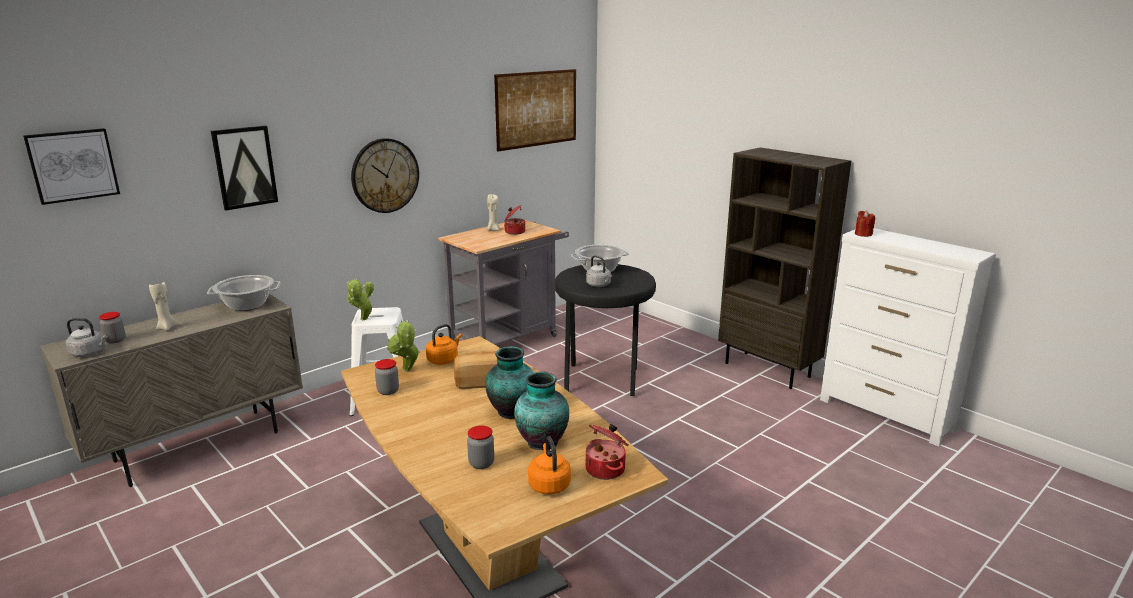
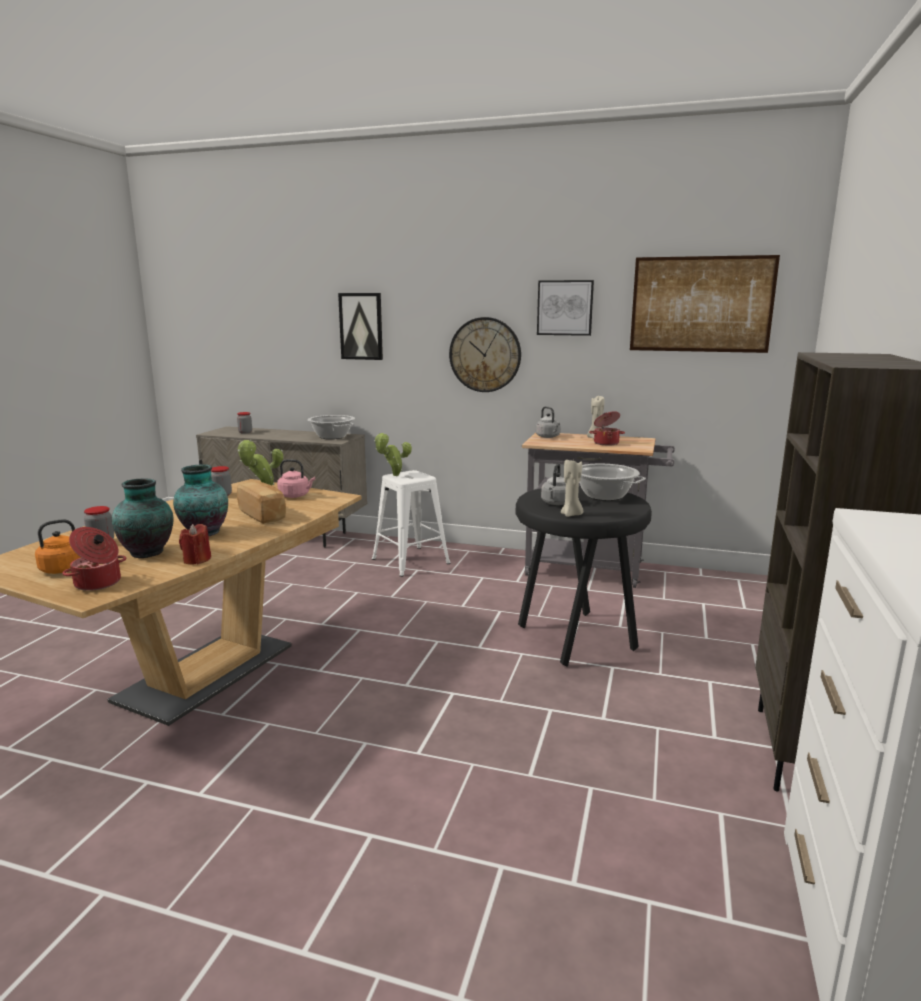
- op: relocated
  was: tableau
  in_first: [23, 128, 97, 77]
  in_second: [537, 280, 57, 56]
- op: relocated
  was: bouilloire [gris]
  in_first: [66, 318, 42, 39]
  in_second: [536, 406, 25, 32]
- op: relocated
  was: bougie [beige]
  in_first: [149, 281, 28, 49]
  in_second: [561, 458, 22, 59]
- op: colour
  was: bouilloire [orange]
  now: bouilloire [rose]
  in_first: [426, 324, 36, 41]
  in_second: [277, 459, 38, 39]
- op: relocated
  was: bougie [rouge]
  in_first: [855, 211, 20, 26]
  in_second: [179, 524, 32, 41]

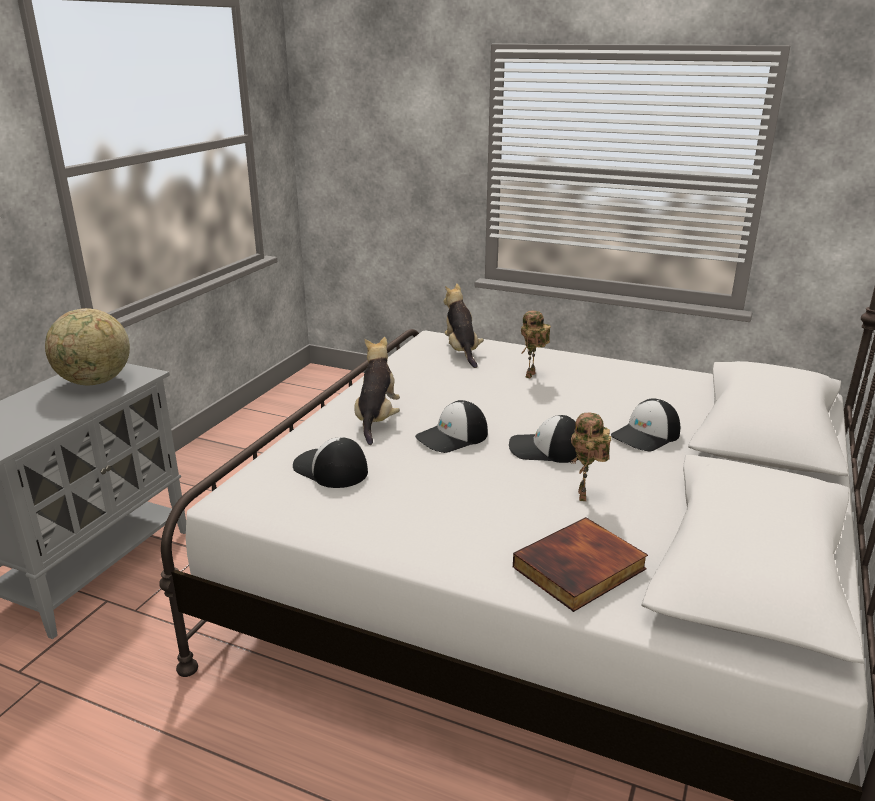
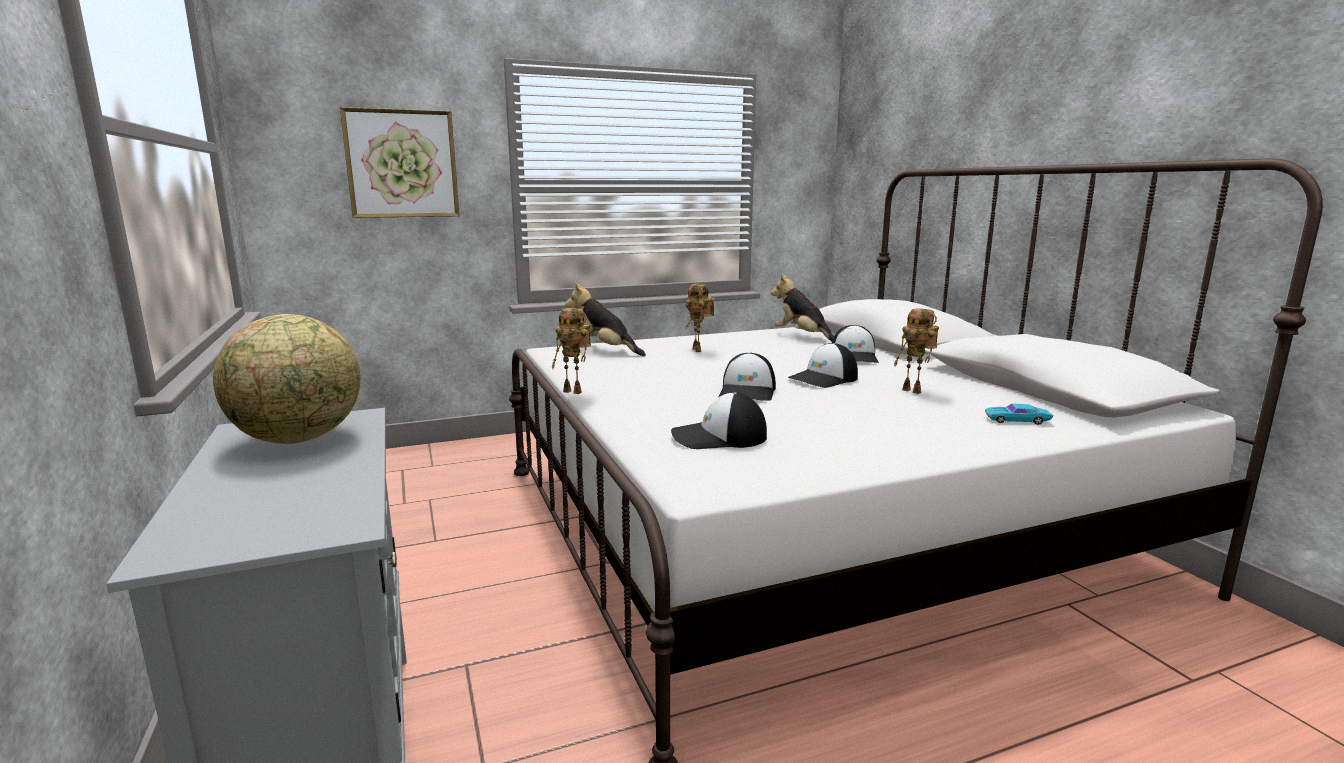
- op: relocated
  was: peluche
  in_first: [354, 337, 46, 108]
  in_second: [771, 274, 63, 67]
- op: exchanged
  was: livre
  now: petite voiture [turquoise]
  in_first: [513, 517, 135, 95]
  in_second: [985, 403, 68, 22]
- op: appeared
  now: tableau
  in_second: [340, 107, 119, 111]
- op: appeared
  now: robot jouet
  in_second: [552, 308, 39, 86]

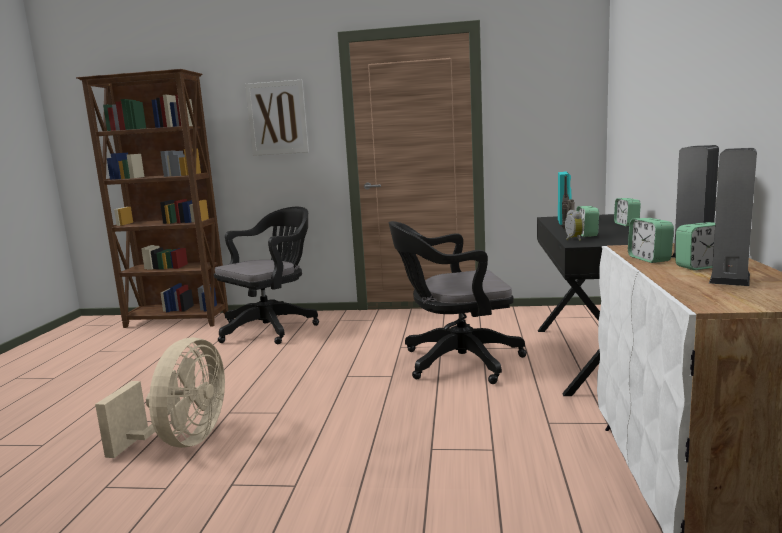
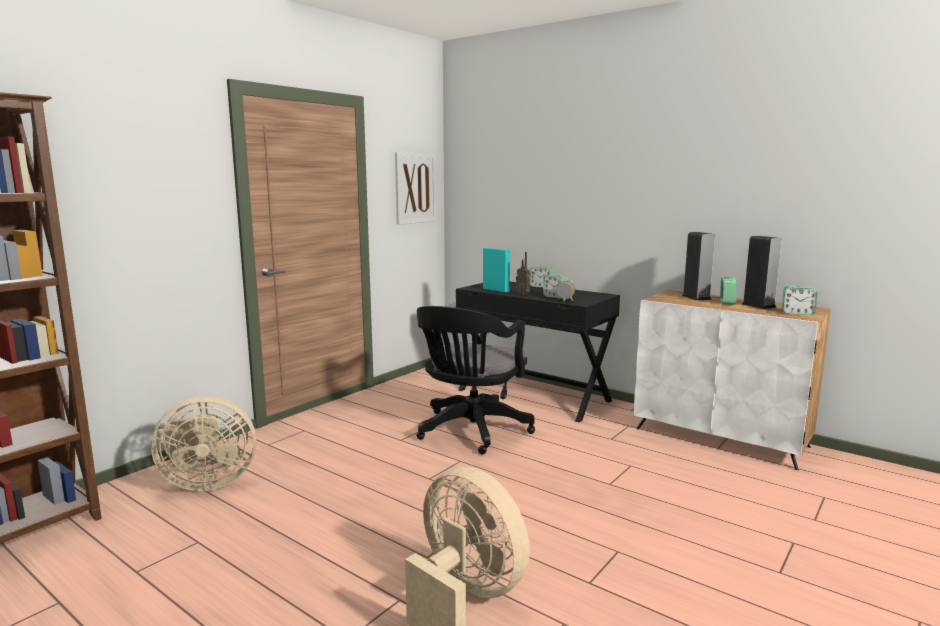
- op: exchanged
  was: chaise de bureau [noir]
  now: ventilateur [beige]
  in_first: [214, 207, 105, 137]
  in_second: [151, 396, 105, 95]
- op: relocated
  was: tableau
  in_first: [245, 80, 64, 76]
  in_second: [395, 152, 41, 73]
- op: relocated
  was: réveil
  in_first: [628, 218, 46, 45]
  in_second: [782, 286, 36, 29]

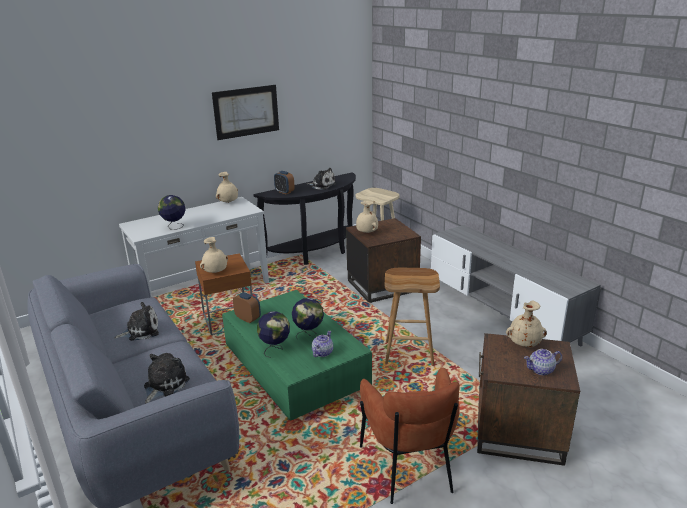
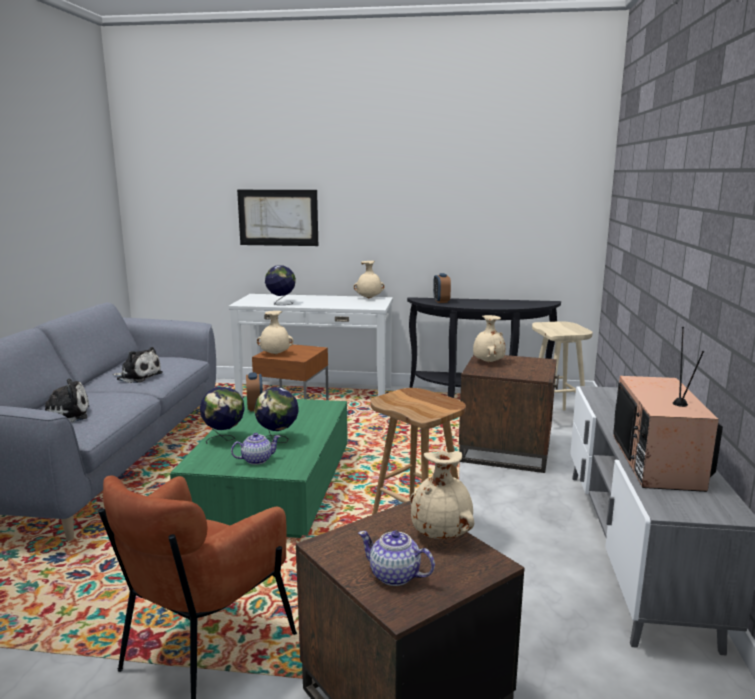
- op: relocated
  was: tableau
  in_first: [212, 85, 67, 55]
  in_second: [237, 190, 81, 56]
- op: missing
  was: peluche
  in_first: [307, 168, 29, 22]
- op: appeared
  now: téléviseur
  in_second: [613, 327, 110, 165]

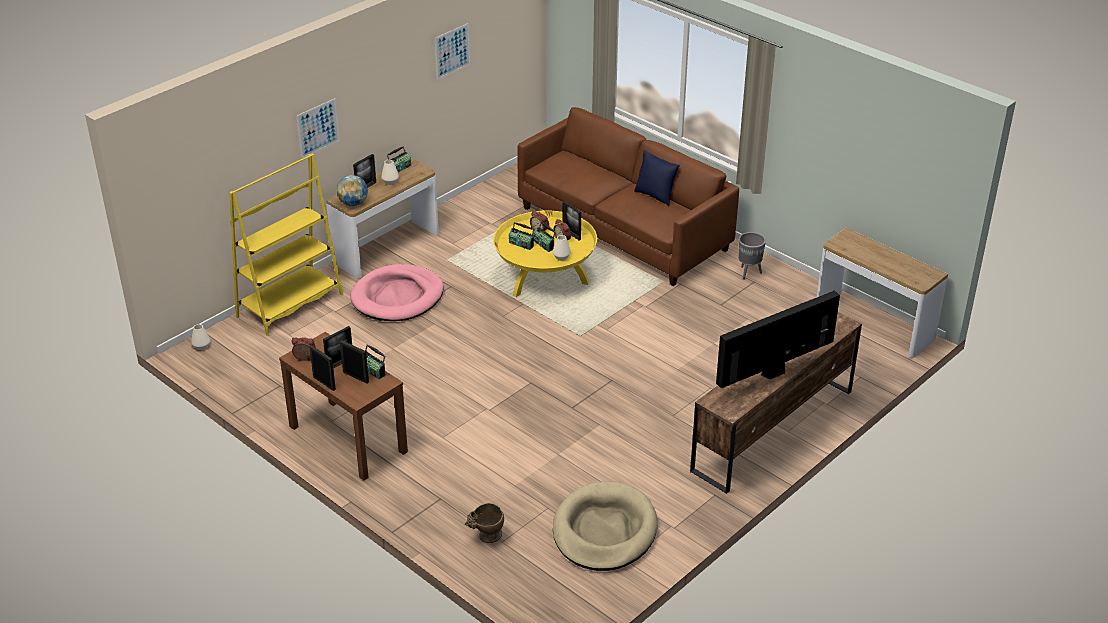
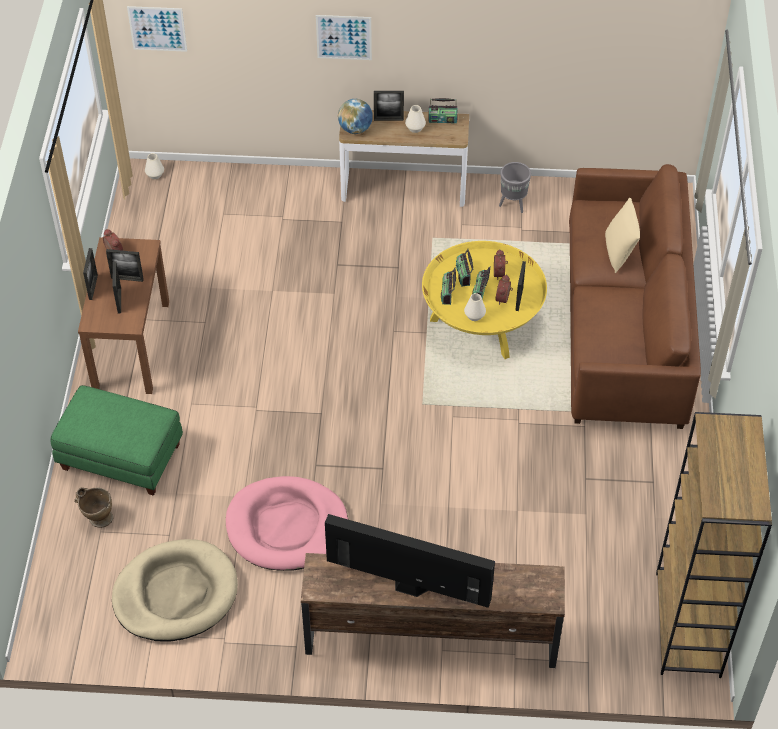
- op: missing
  was: bibliothèque [jaune]
  in_first: [229, 154, 114, 182]
- op: relocated
  was: panier pour chien [rose]
  in_first: [350, 264, 94, 57]
  in_second: [226, 476, 122, 95]
- op: relocated
  was: radio
  in_first: [365, 344, 21, 35]
  in_second: [441, 268, 15, 37]
- op: relocated
  was: tableau
  in_first: [435, 23, 35, 57]
  in_second: [127, 6, 60, 46]
- op: missing
  was: coussin [bleu]
  in_first: [634, 150, 46, 56]
- op: relocated
  was: cache-pot [gris]
  in_first: [738, 232, 28, 48]
  in_second: [499, 162, 32, 51]
- op: exchanged
  was: table console
  now: bibliothèque [marron]
  in_first: [817, 228, 131, 130]
  in_second: [656, 412, 116, 266]
- op: appeared
  now: pouf [vert]
  in_second: [50, 385, 133, 111]
- op: appeared
  now: coussin [beige]
  in_second: [605, 198, 35, 75]

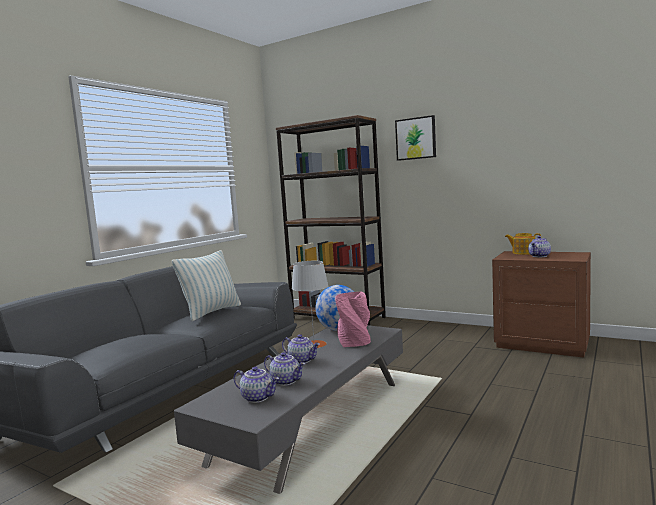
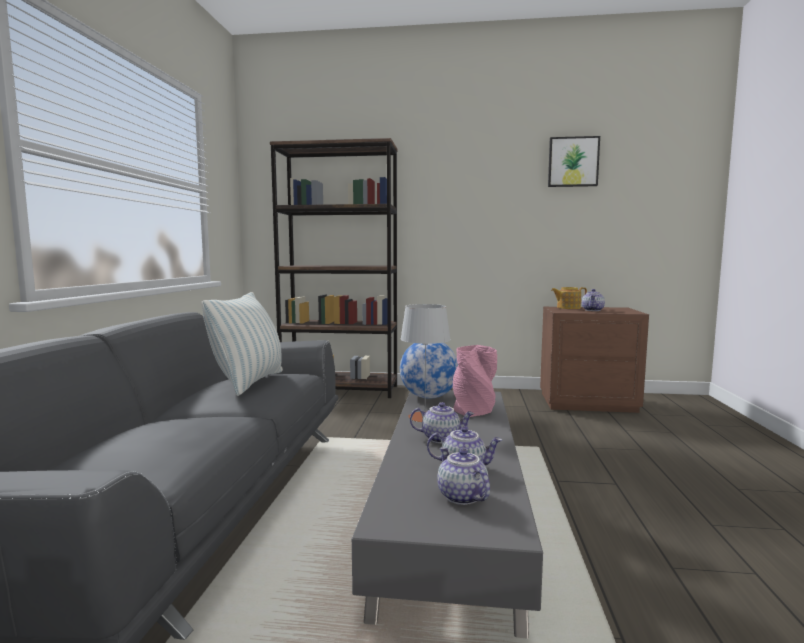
- op: spun
  was: théière
  in_first: [233, 367, 46, 36]
  in_second: [437, 447, 53, 58]
  clockwise: -120
- op: relocated
  was: tableau
  in_first: [395, 115, 41, 46]
  in_second: [548, 136, 52, 51]

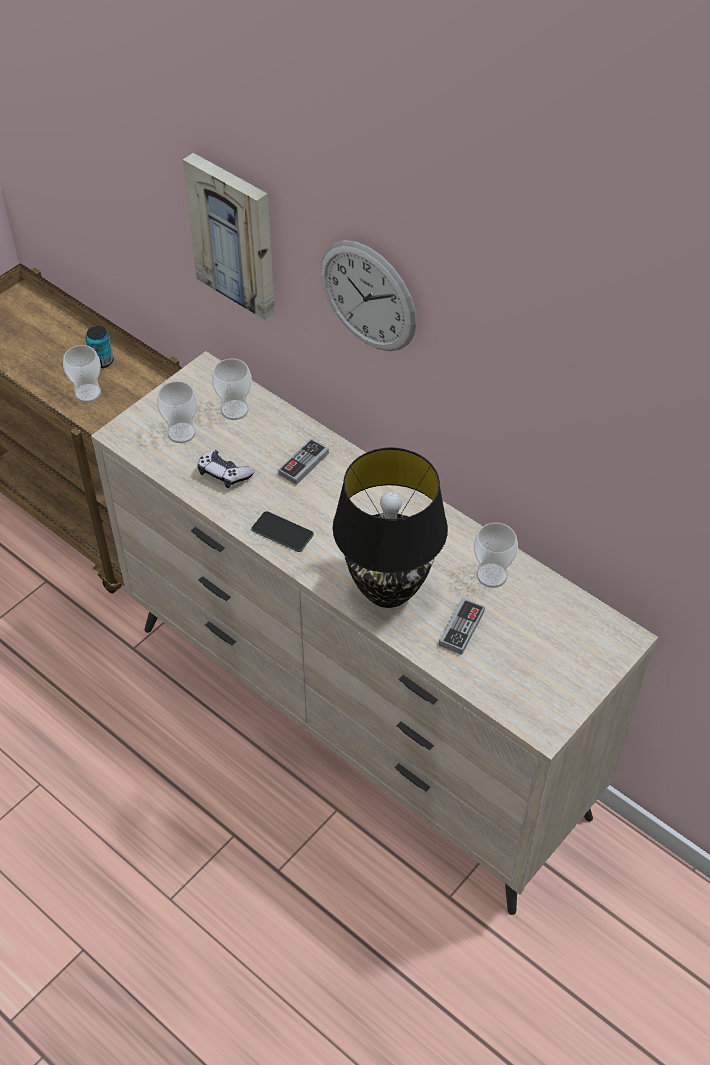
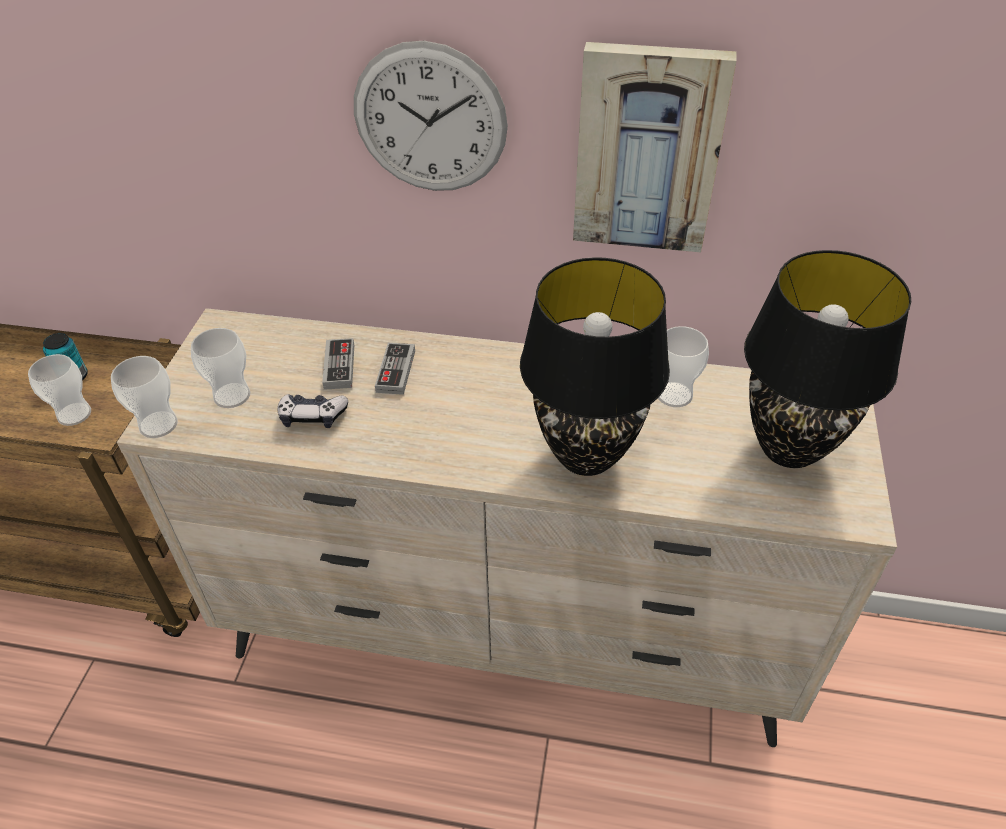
- op: relocated
  was: tableau
  in_first: [183, 153, 92, 167]
  in_second: [573, 42, 164, 211]
- op: relocated
  was: tasse
  in_first: [212, 359, 40, 61]
  in_second: [111, 356, 67, 82]
- op: missing
  was: téléphone
  in_first: [251, 511, 63, 41]
- op: relocated
  was: manette
  in_first: [439, 598, 46, 57]
  in_second: [322, 338, 32, 52]
- op: appeared
  now: lampe de table [noir]
  in_second: [744, 250, 167, 218]

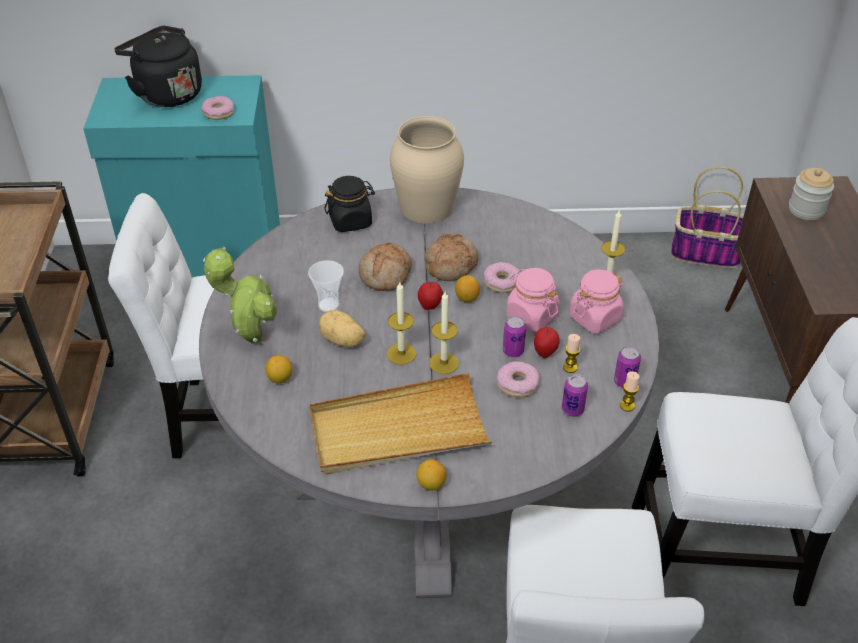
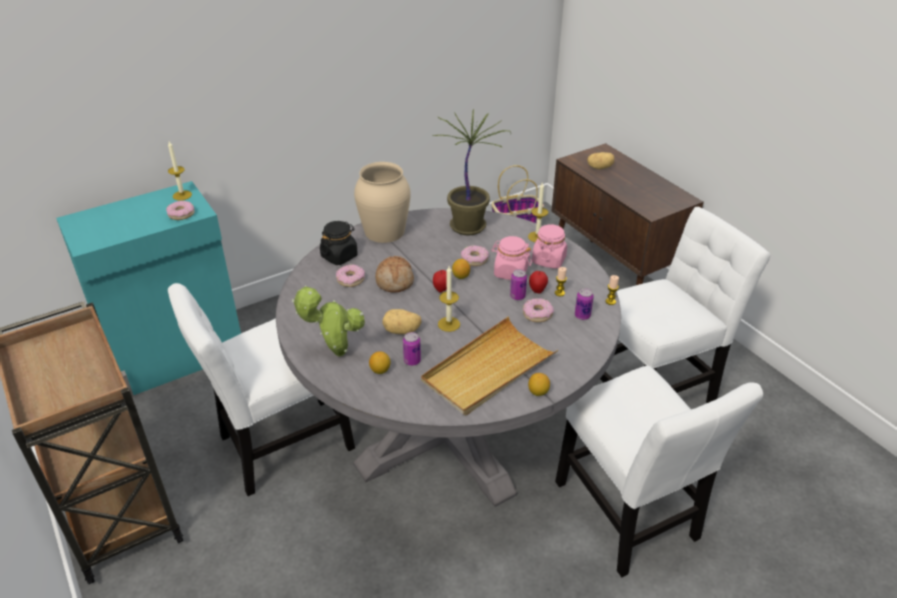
- op: missing
  was: bouilloire [noir]
  in_first: [114, 26, 88, 81]
- op: missing
  was: tasse
  in_first: [308, 260, 36, 52]
- op: missing
  was: pain
  in_first: [424, 233, 54, 48]
- op: relocated
  was: bougie
  in_first: [429, 291, 30, 83]
  in_second: [168, 141, 24, 60]
- op: relocated
  was: boîte métallique
  in_first: [614, 346, 27, 42]
  in_second: [403, 332, 18, 34]
- op: exchanged
  was: bocal
  now: pomme de terre
  in_first: [789, 168, 45, 52]
  in_second: [587, 152, 27, 17]
- op: appeared
  now: beignet
  in_second: [336, 264, 29, 23]
- op: appeared
  now: plante en pot
  in_second: [432, 109, 78, 126]

